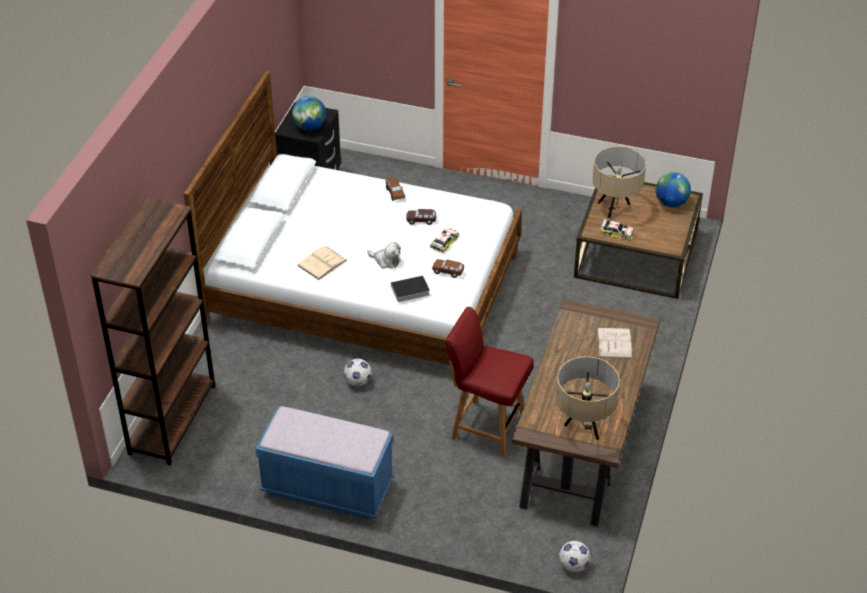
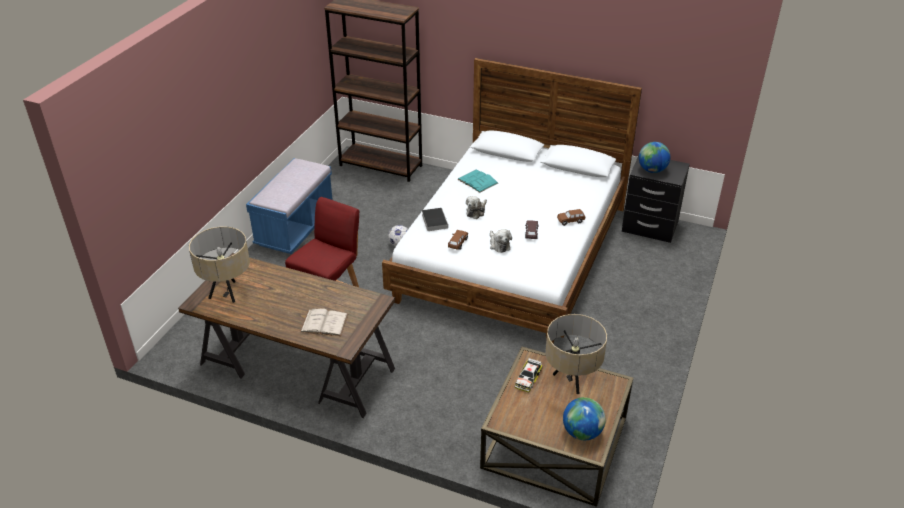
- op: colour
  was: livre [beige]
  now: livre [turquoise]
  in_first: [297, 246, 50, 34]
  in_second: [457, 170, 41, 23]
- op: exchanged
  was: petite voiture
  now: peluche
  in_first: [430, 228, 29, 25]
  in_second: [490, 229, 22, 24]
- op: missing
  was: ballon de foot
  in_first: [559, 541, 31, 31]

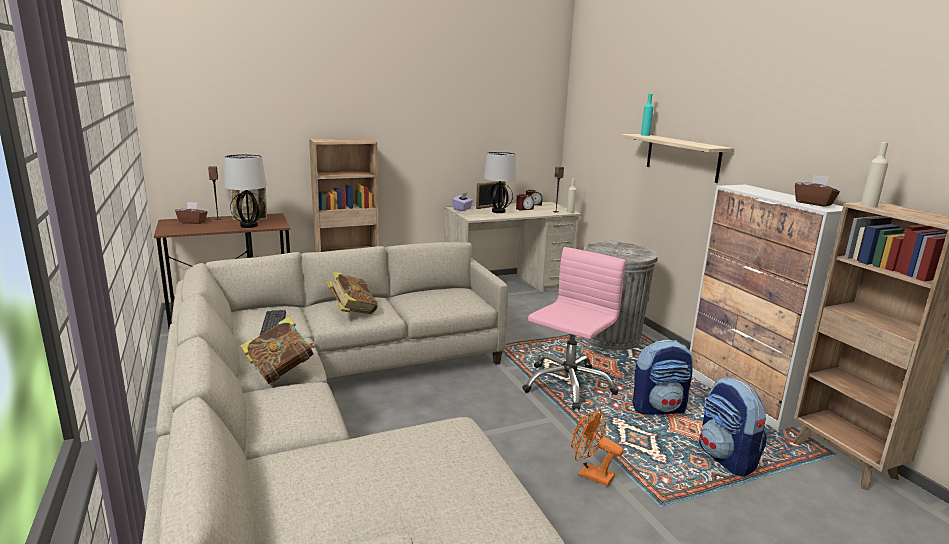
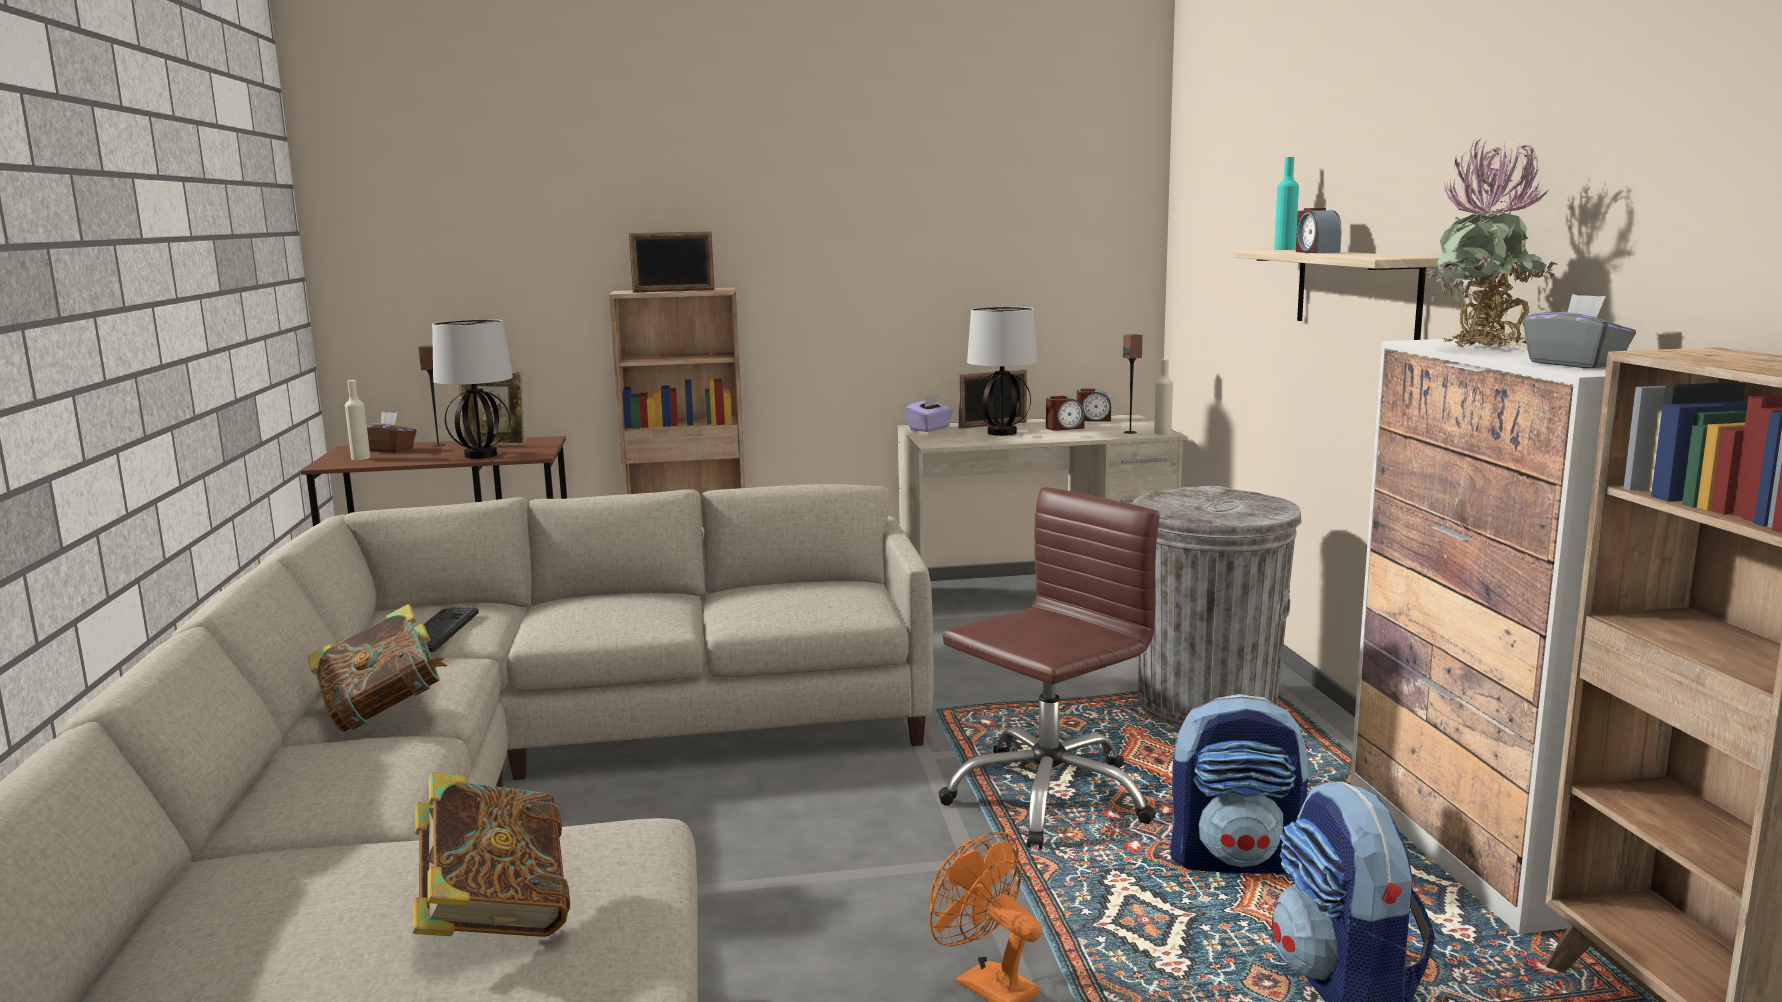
- op: relocated
  was: livre
  in_first: [327, 271, 51, 43]
  in_second: [413, 772, 157, 165]
- op: colour
  was: chaise de bureau [rose]
  now: chaise de bureau [marron]
  in_first: [522, 247, 104, 163]
  in_second: [938, 487, 222, 362]
- op: colour
  was: boîte à mouchoirs [marron]
  now: boîte à mouchoirs [gris]
  in_first: [795, 175, 45, 32]
  in_second: [1523, 294, 113, 74]
- op: relocated
  was: bouteille [beige]
  in_first: [861, 142, 27, 66]
  in_second: [345, 380, 26, 80]
- op: appeared
  now: cadre photo
  in_second: [629, 231, 86, 62]
- op: appeared
  now: réveil
  in_second: [1296, 208, 46, 45]
- op: appeared
  now: plante en pot
  in_second: [1424, 139, 134, 208]

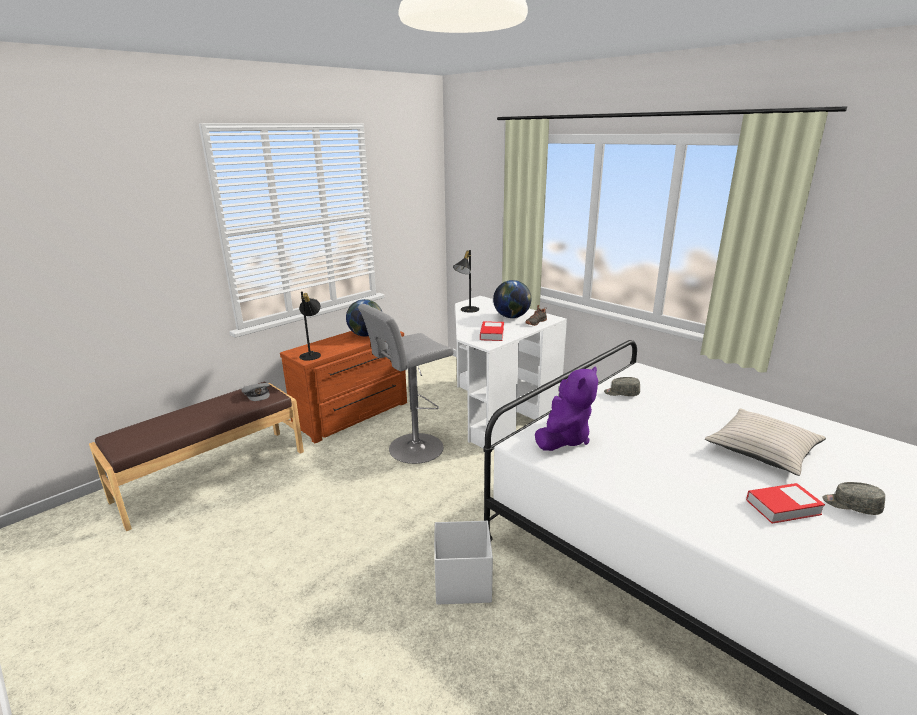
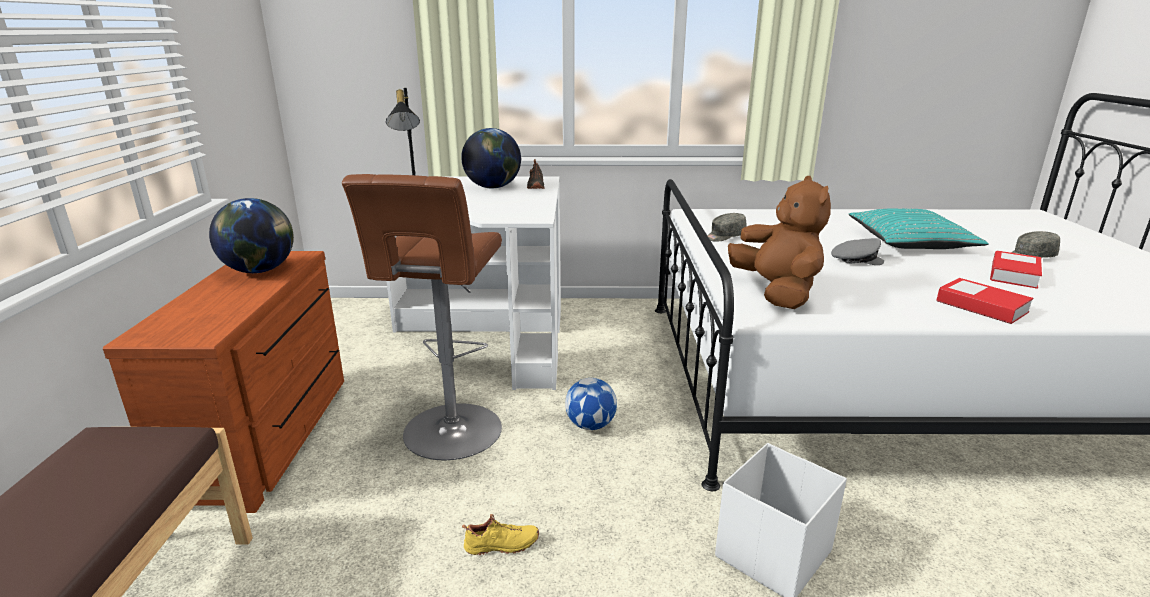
- op: relocated
  was: casquette [gris]
  in_first: [241, 383, 29, 18]
  in_second: [831, 238, 53, 27]
- op: missing
  was: lampe de table [noir]
  in_first: [299, 291, 22, 70]
- op: colour
  was: tabouret [gris]
  now: tabouret [marron]
  in_first: [358, 304, 96, 160]
  in_second: [342, 174, 160, 286]
- op: relocated
  was: livre
  in_first: [480, 321, 24, 20]
  in_second: [936, 278, 97, 46]
- op: colour
  was: peluche [violet]
  now: peluche [marron]
  in_first: [535, 366, 63, 85]
  in_second: [728, 176, 103, 133]
- op: colour
  was: coussin [beige]
  now: coussin [turquoise]
  in_first: [705, 409, 121, 67]
  in_second: [848, 208, 141, 41]
- op: appeared
  now: chaussure [jaune]
  in_second: [462, 514, 77, 41]
- op: appeared
  now: ballon de foot
  in_second: [565, 378, 52, 52]

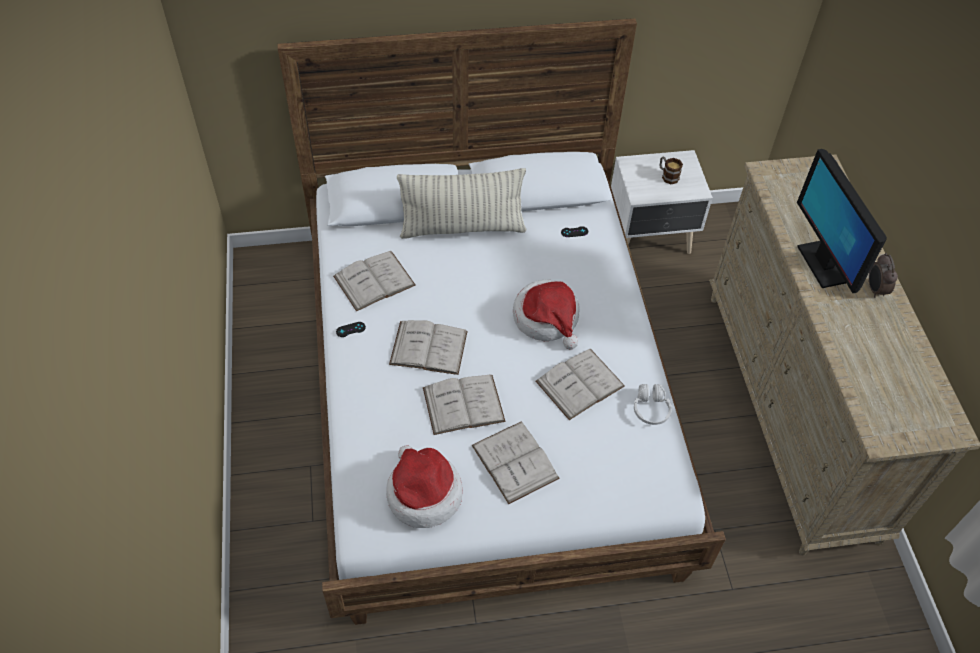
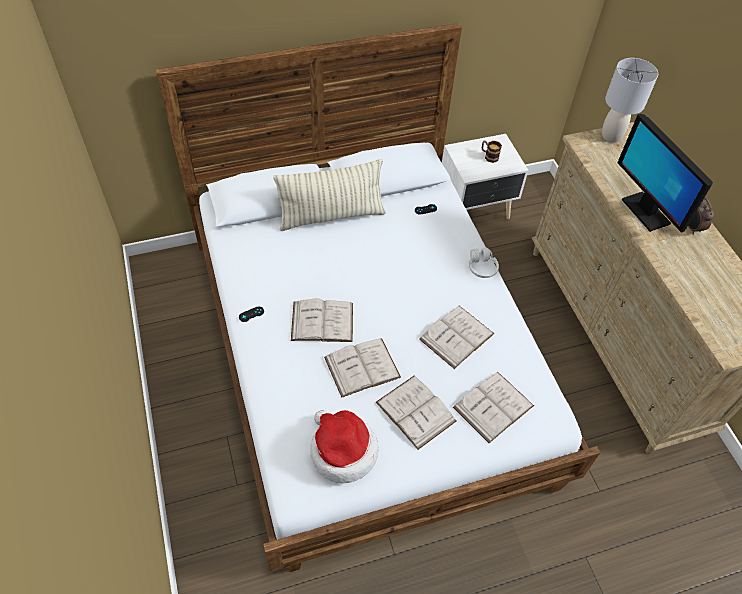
- op: relocated
  was: livre [blanc]
  in_first: [333, 251, 83, 60]
  in_second: [453, 372, 81, 71]
- op: missing
  was: chapeau
  in_first: [513, 279, 67, 70]
- op: relocated
  was: casque audio [blanc]
  in_first: [634, 384, 38, 41]
  in_second: [469, 248, 30, 30]
- op: appeared
  now: lampe de table [gris]
  in_second: [602, 58, 56, 85]

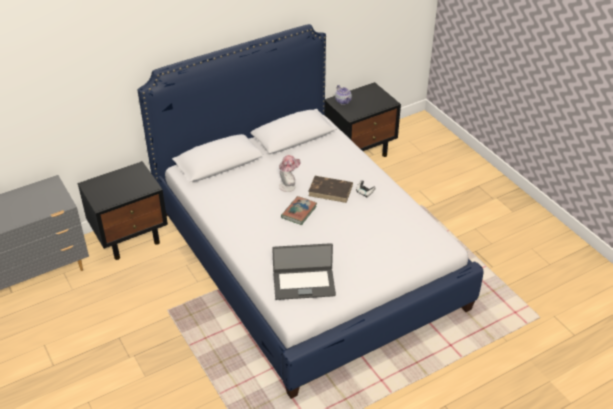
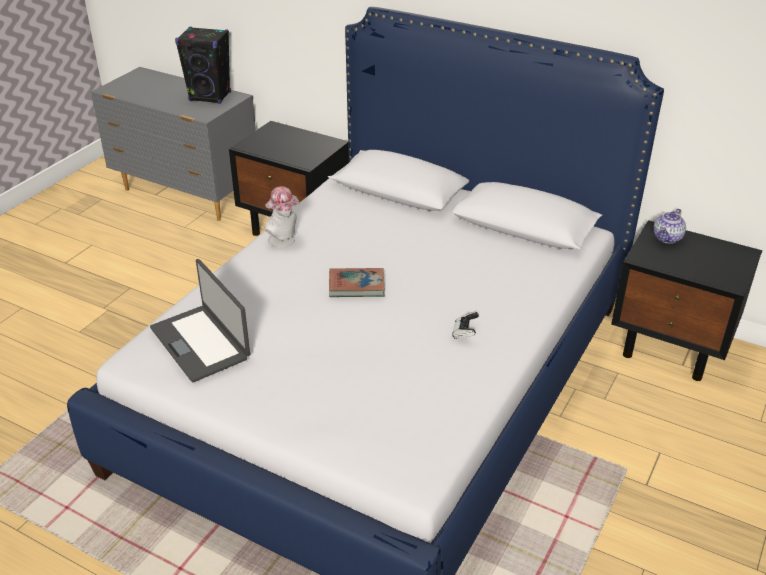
- op: relocated
  was: chapeau
  in_first: [279, 155, 22, 37]
  in_second: [265, 186, 35, 61]
- op: missing
  was: livre [marron]
  in_first: [308, 176, 45, 27]
- op: appeared
  now: enceinte [noir]
  in_second: [175, 27, 56, 77]

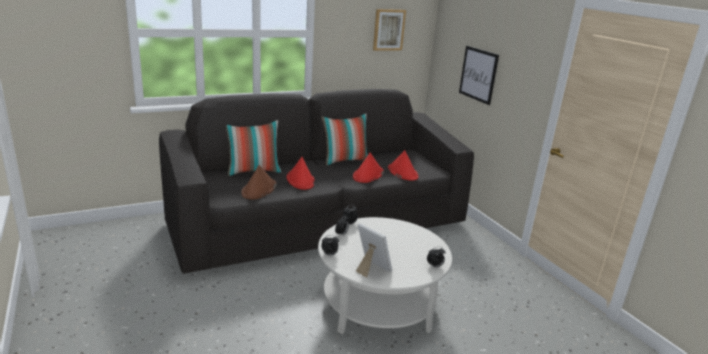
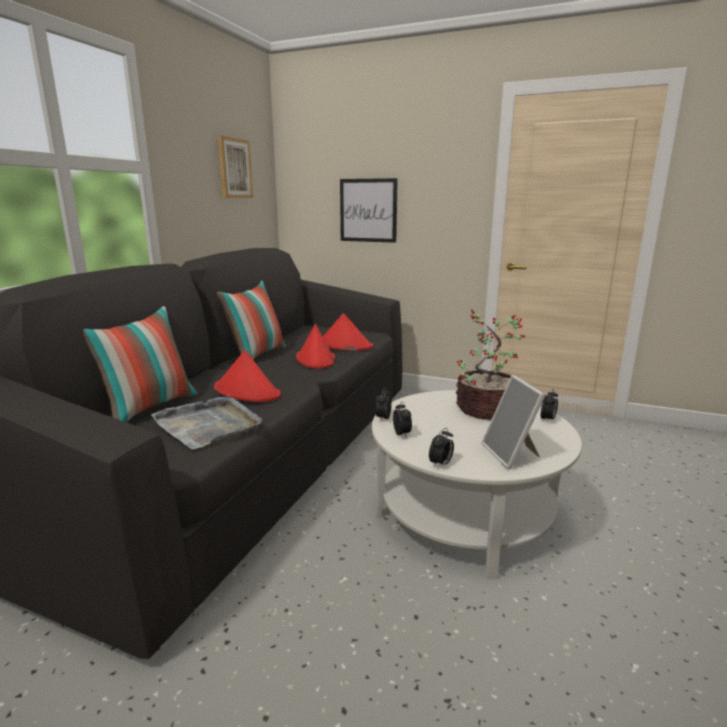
- op: exchanged
  was: chapeau [marron]
  now: plateau [gris]
  in_first: [241, 165, 35, 34]
  in_second: [151, 395, 111, 54]
- op: spun
  was: cadre photo
  in_first: [356, 223, 36, 55]
  in_second: [482, 375, 64, 94]
  clockwise: -105
- op: appeared
  now: plante en pot
  in_second: [456, 309, 70, 111]

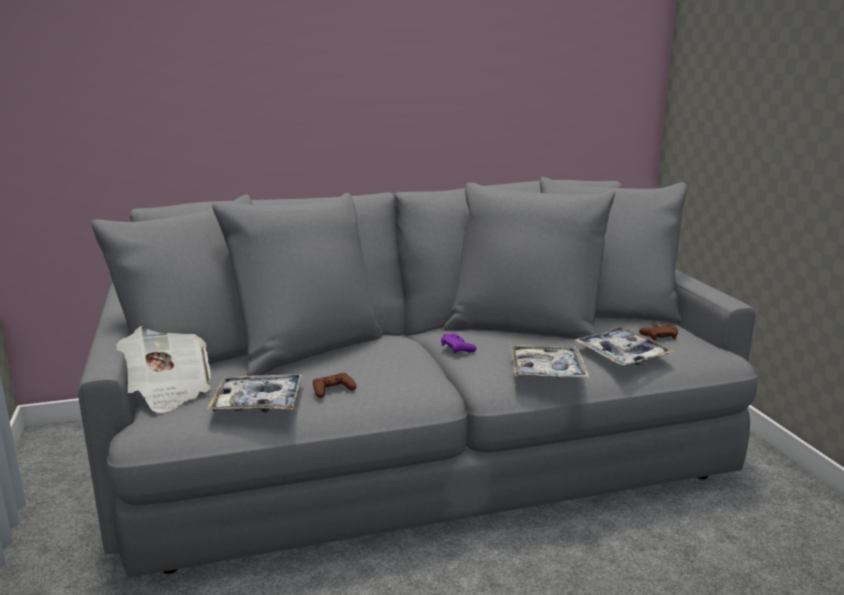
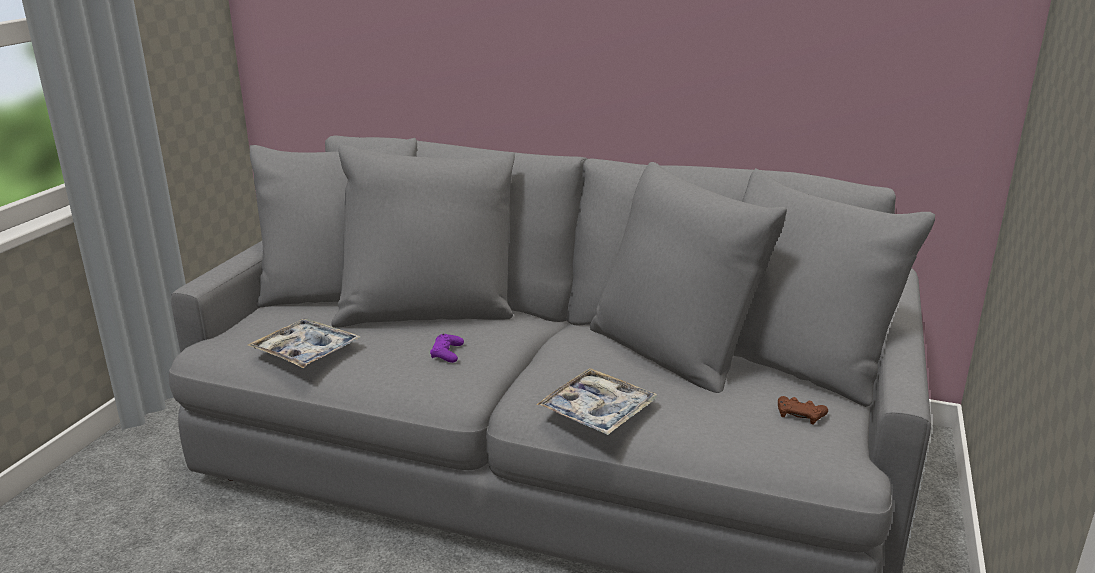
- op: missing
  was: journal
  in_first: [116, 326, 95, 87]
- op: missing
  was: manette [marron]
  in_first: [313, 373, 43, 25]
- op: relocated
  was: manette [violet]
  in_first: [441, 333, 36, 21]
  in_second: [430, 334, 34, 29]
- op: missing
  was: plateau
  in_first: [575, 327, 99, 39]

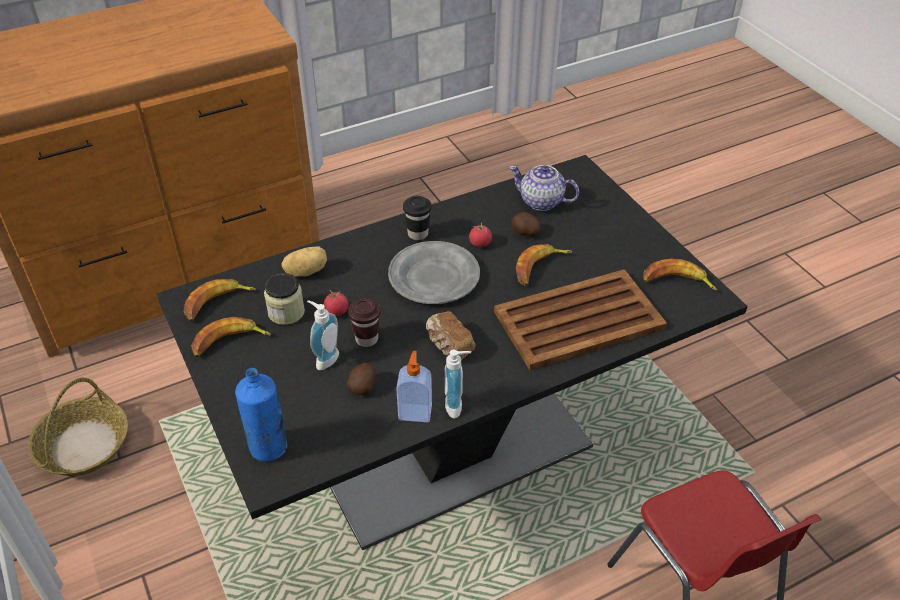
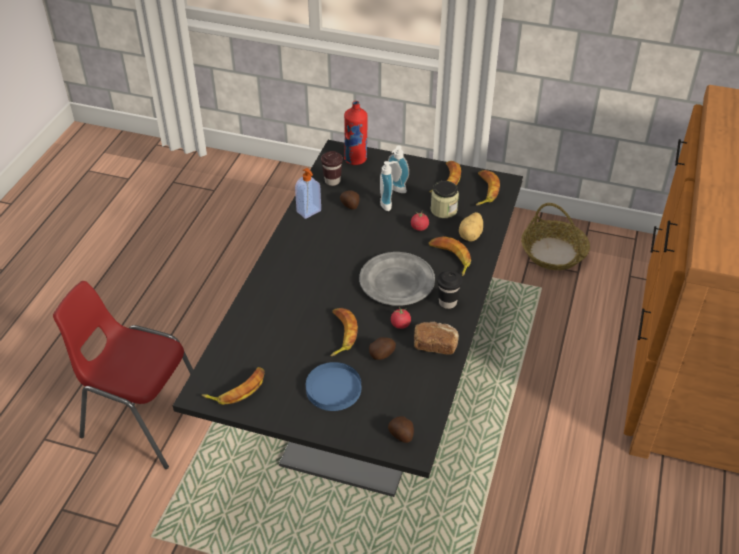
- op: colour
  was: bouteille [bleu]
  now: bouteille [rouge]
  in_first: [235, 368, 52, 93]
  in_second: [344, 101, 24, 64]
- op: relocated
  was: tasse [marron]
  in_first: [348, 298, 33, 49]
  in_second: [321, 151, 22, 35]
- op: relocated
  was: pain
  in_first: [426, 311, 50, 49]
  in_second: [414, 322, 45, 33]
- op: relocated
  was: distributeur de savon
  in_first: [445, 350, 26, 69]
  in_second: [388, 146, 21, 47]
- op: missing
  was: plateau [marron]
  in_first: [494, 269, 173, 101]
- op: missing
  was: théière
  in_first: [509, 165, 70, 46]
- op: appeared
  now: assiette [bleu]
  in_second: [306, 362, 55, 49]
- op: appeared
  now: pomme de terre
  in_second: [388, 416, 26, 27]
- op: appeared
  now: banane
  in_second: [428, 236, 43, 40]

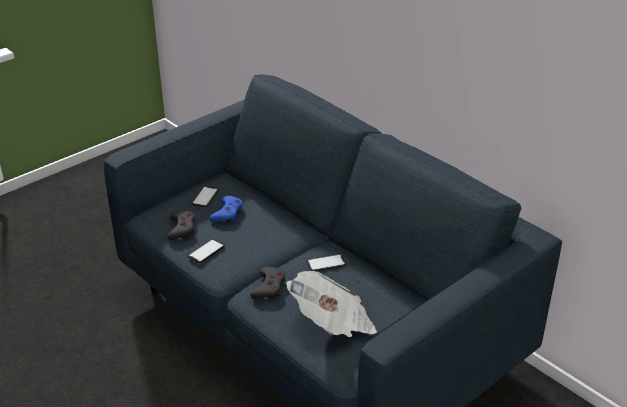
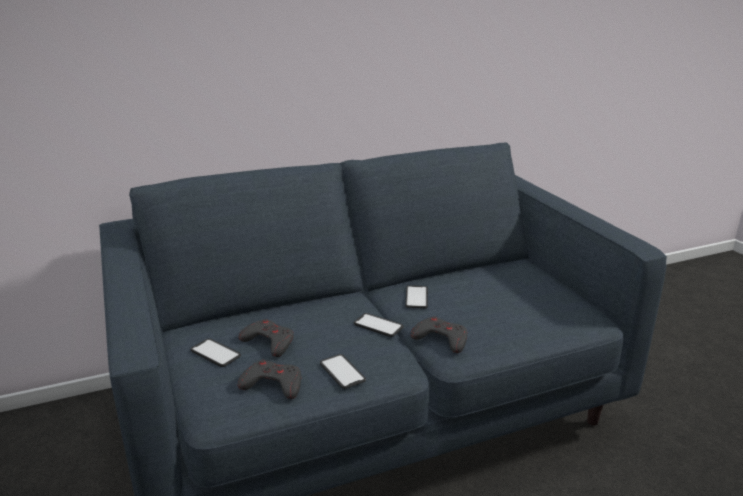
- op: colour
  was: manette [bleu]
  now: manette [gris]
  in_first: [209, 196, 34, 26]
  in_second: [239, 319, 55, 38]
- op: missing
  was: journal
  in_first: [286, 271, 91, 66]
- op: appeared
  now: téléphone
  in_second: [354, 313, 50, 24]

